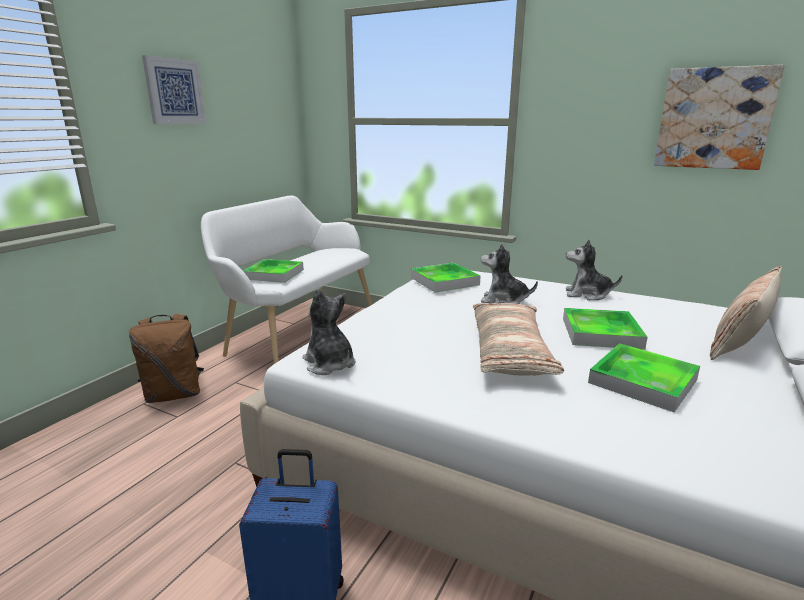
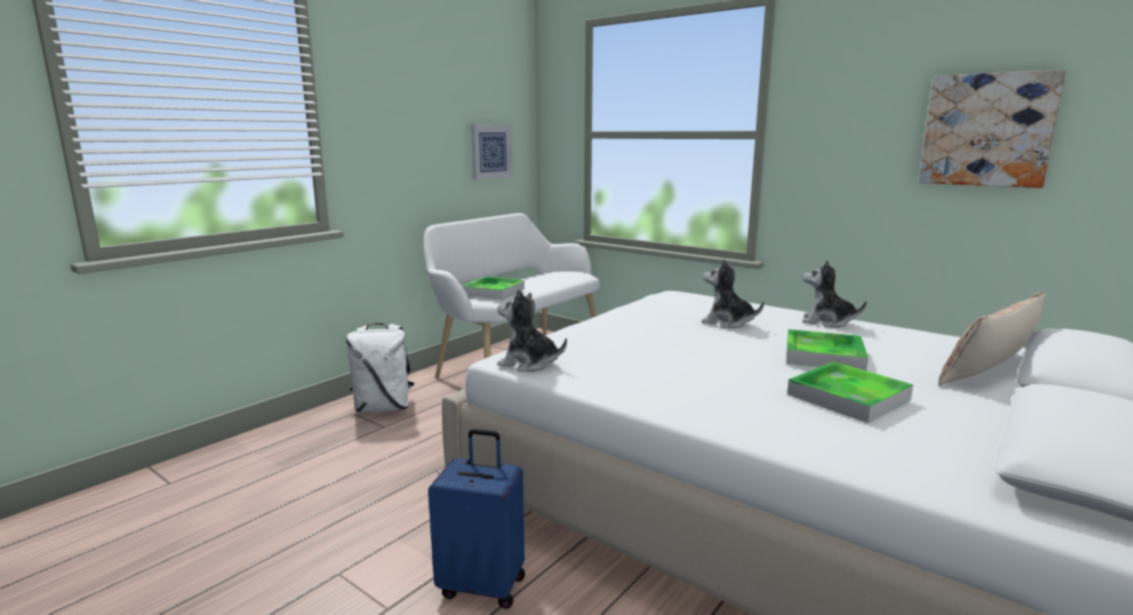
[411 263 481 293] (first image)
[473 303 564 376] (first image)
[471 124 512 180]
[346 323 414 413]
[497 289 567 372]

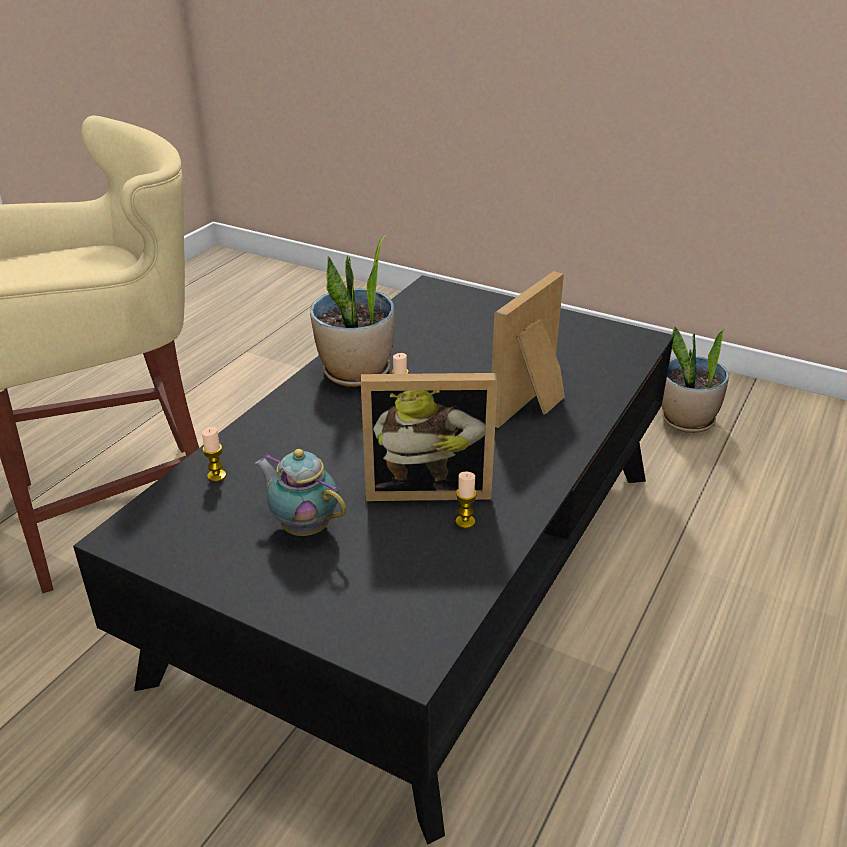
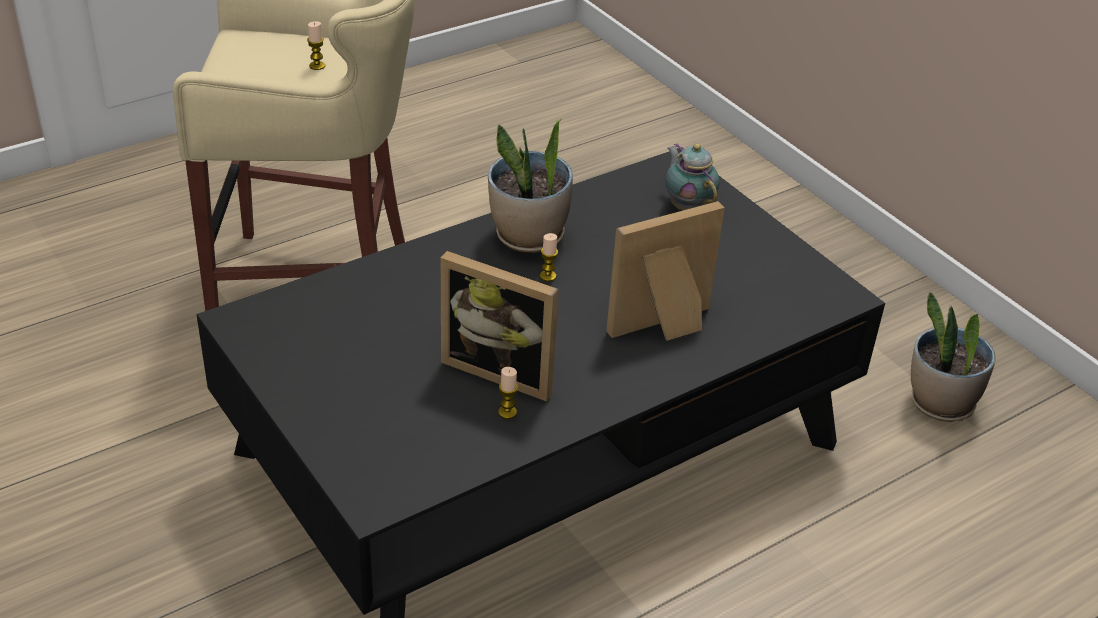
[307 21 325 70]
[665 144 719 210]

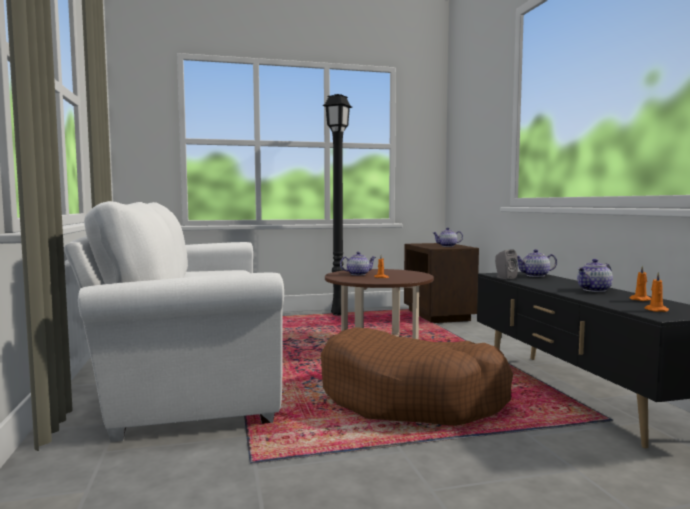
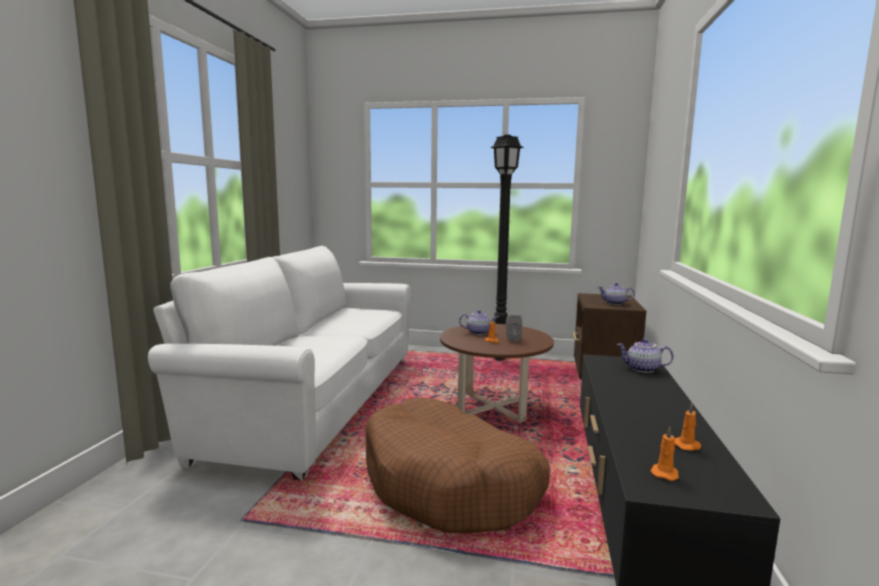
[577 259 613 292] (first image)
[506 315 522 341]

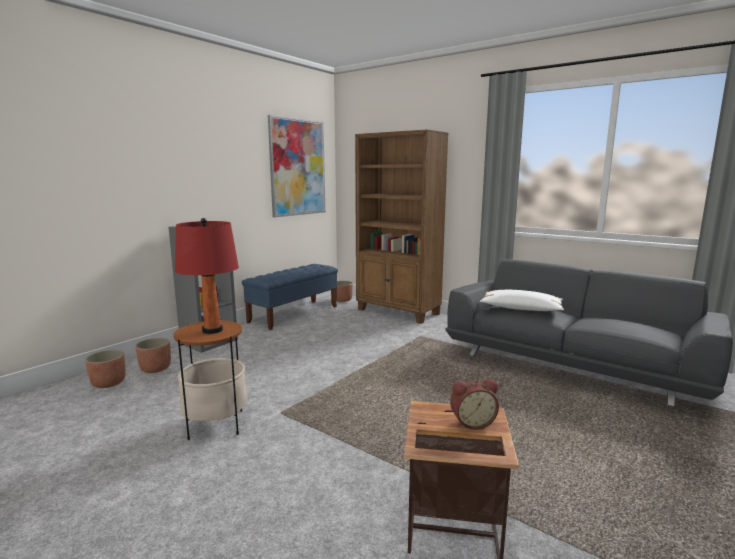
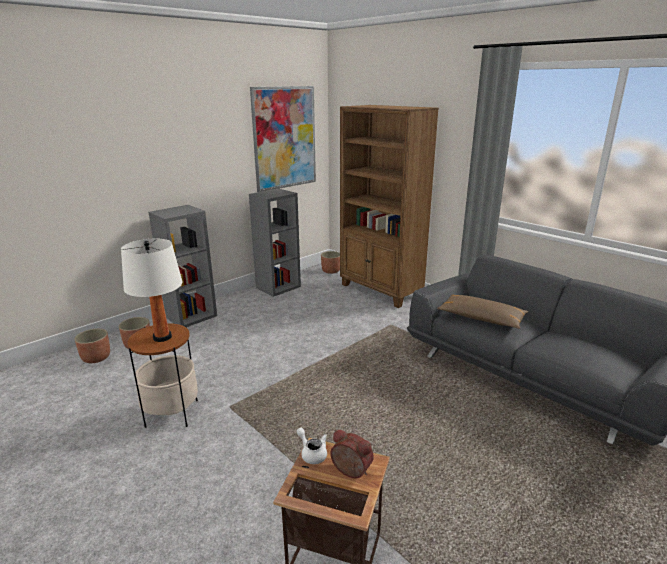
[297 428 327 464]
[249 188 301 297]
[121 239 183 342]
[437 295 528 329]
[330 430 374 478]

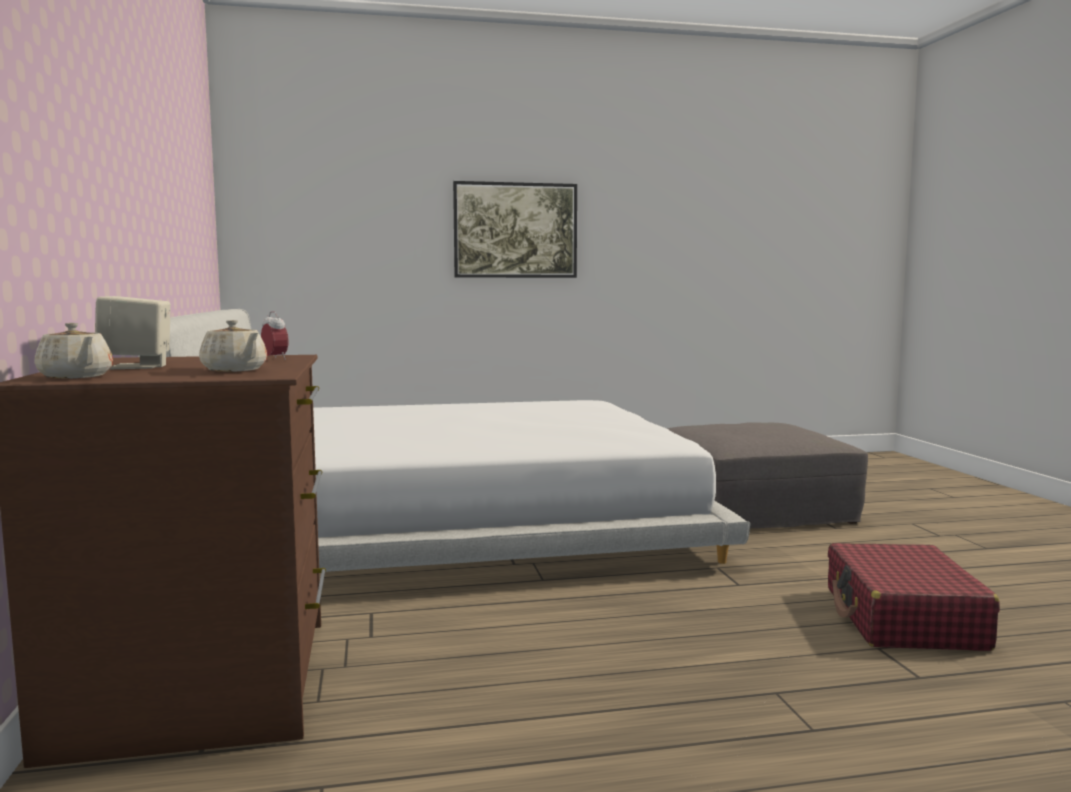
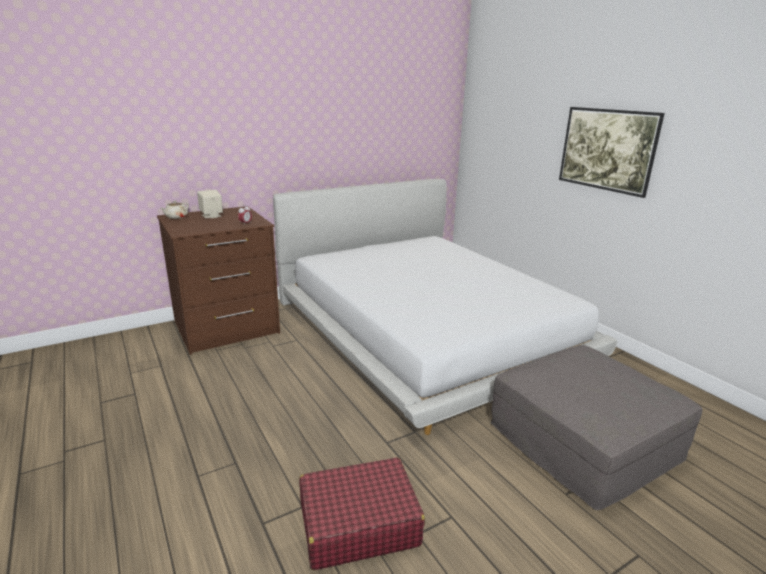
[199 320 267 372] (first image)

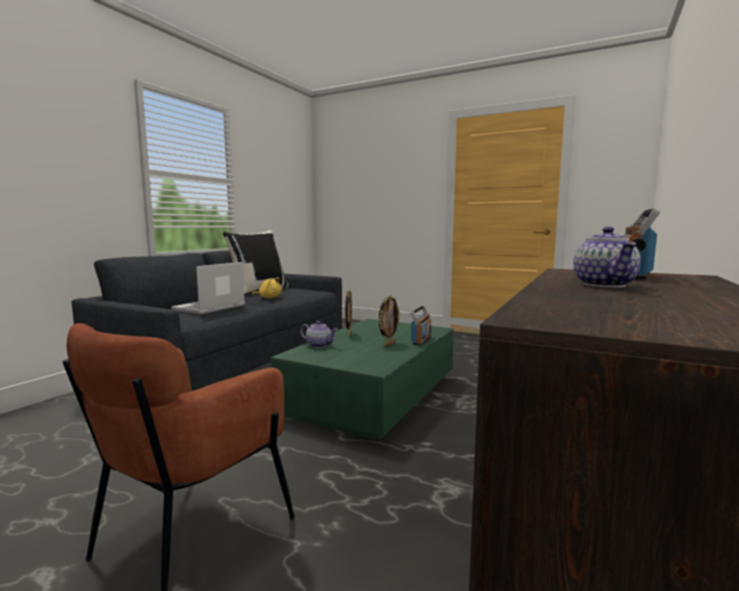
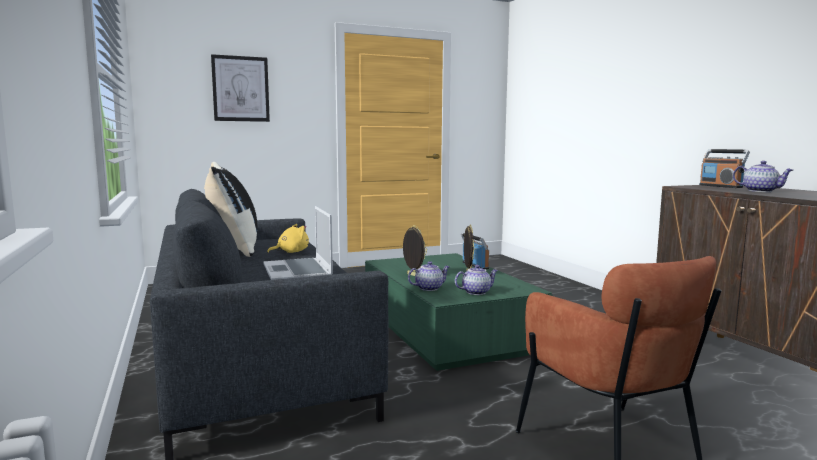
[211 54 270 122]
[455 265 498 295]

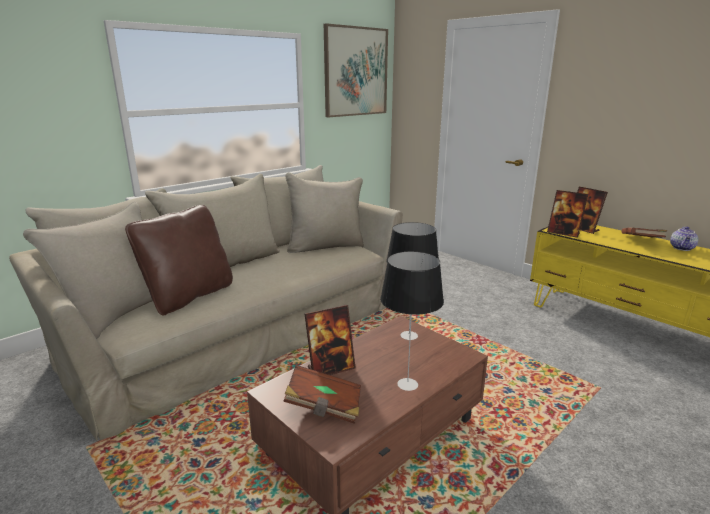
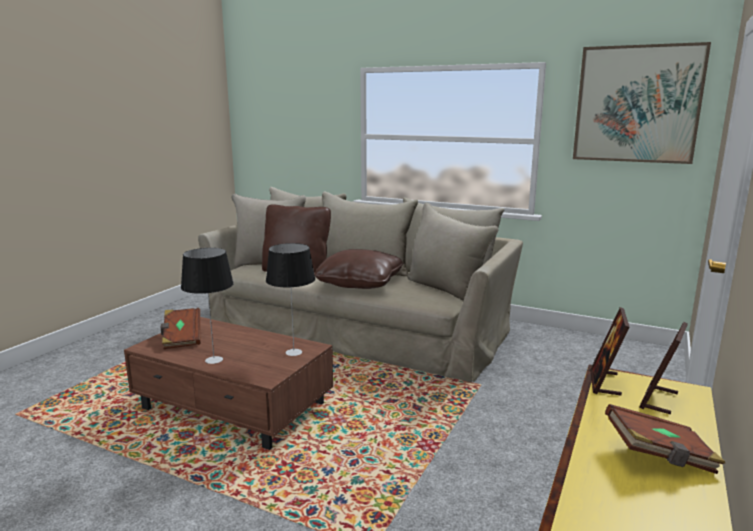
[304 305 356 375] (first image)
[670 227 698 251] (first image)
[314 249 403 289]

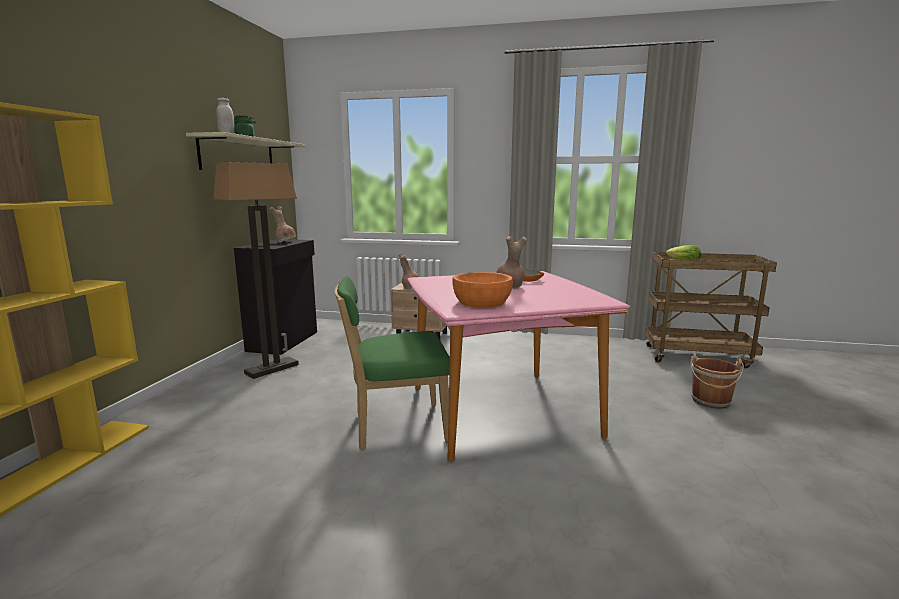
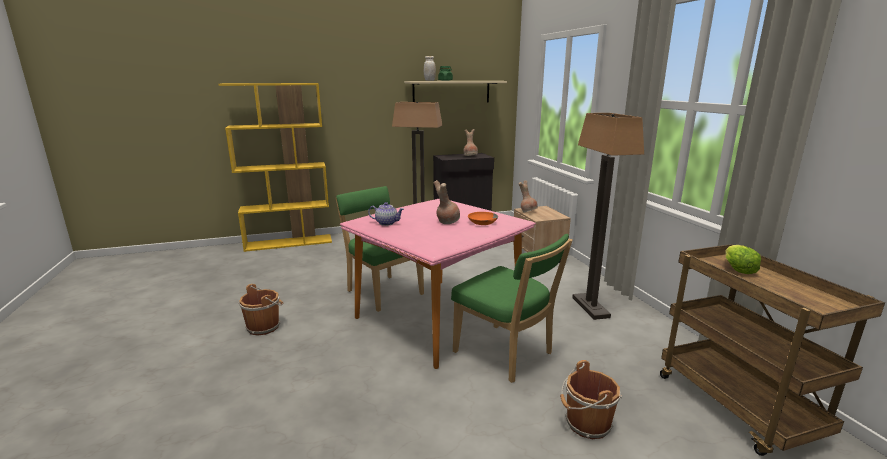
[238 284 283 336]
[451 234 572 383]
[572 113 644 320]
[368 202 404 226]

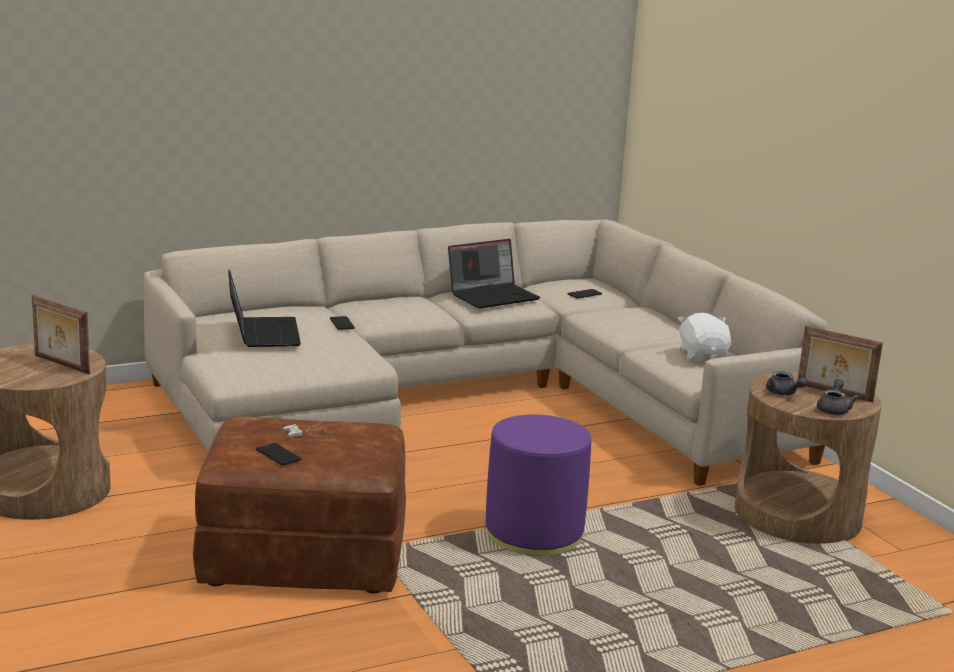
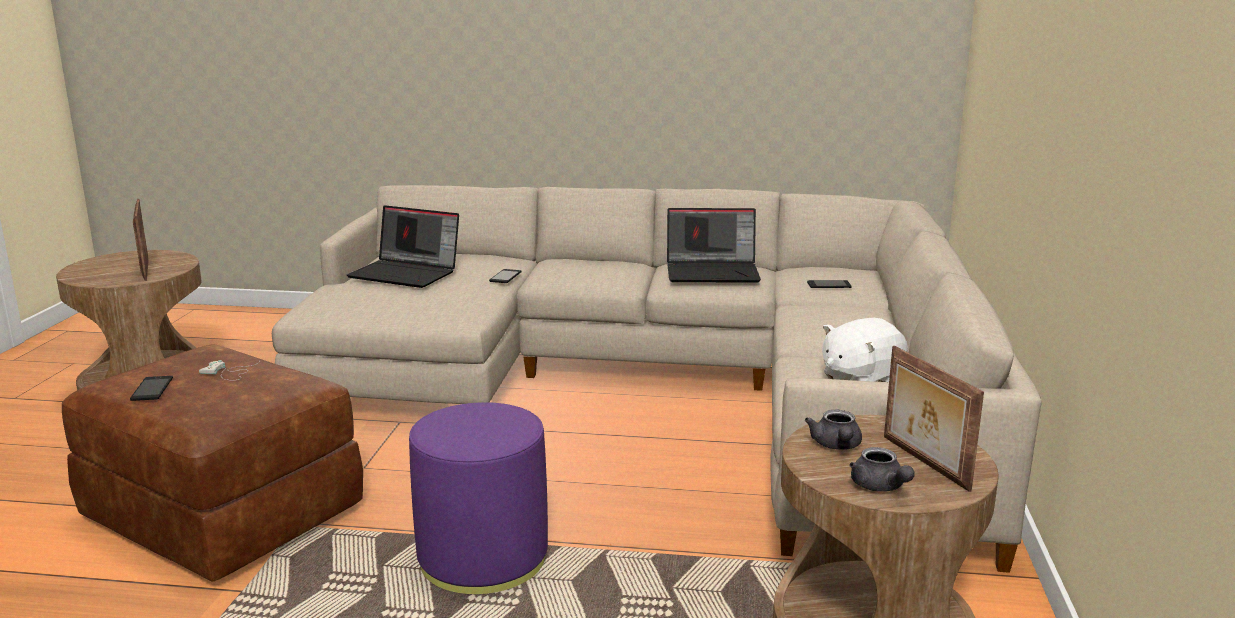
[347 205 459 288]
[822 318 908 382]
[849 447 915 492]

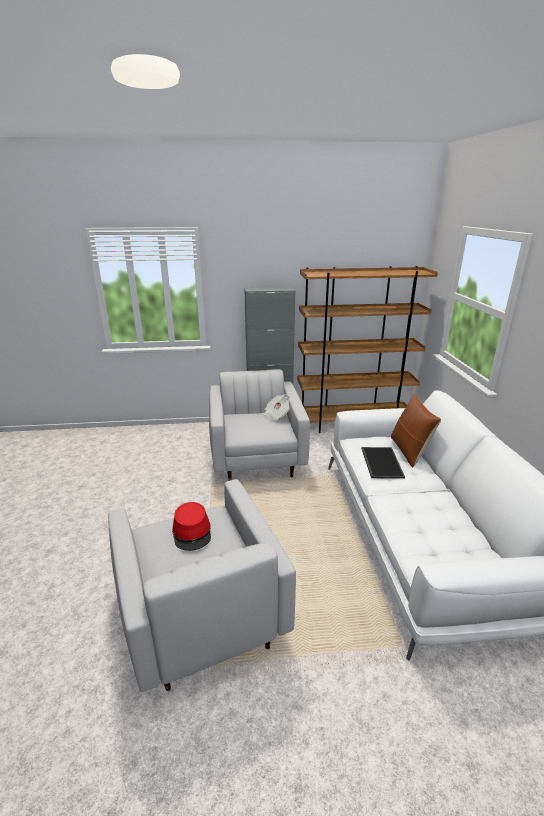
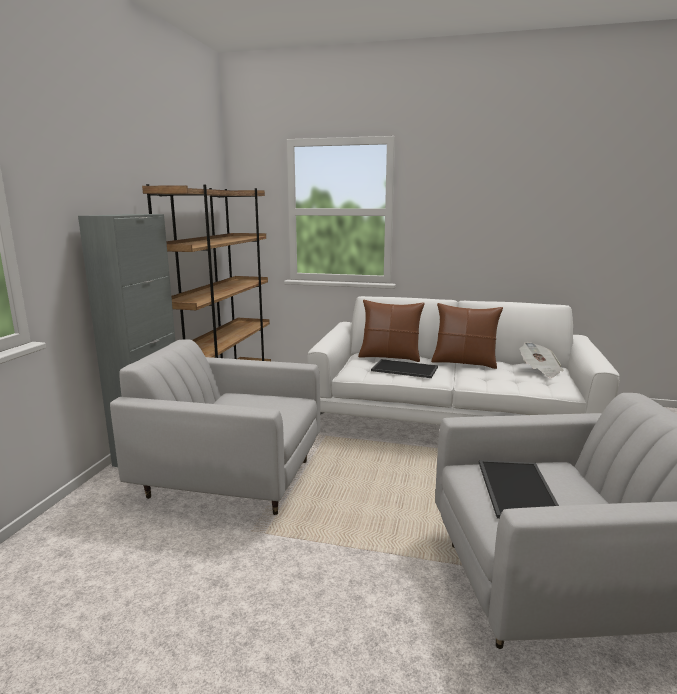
[431 303 503 369]
[519 342 563 378]
[479 460 559 519]

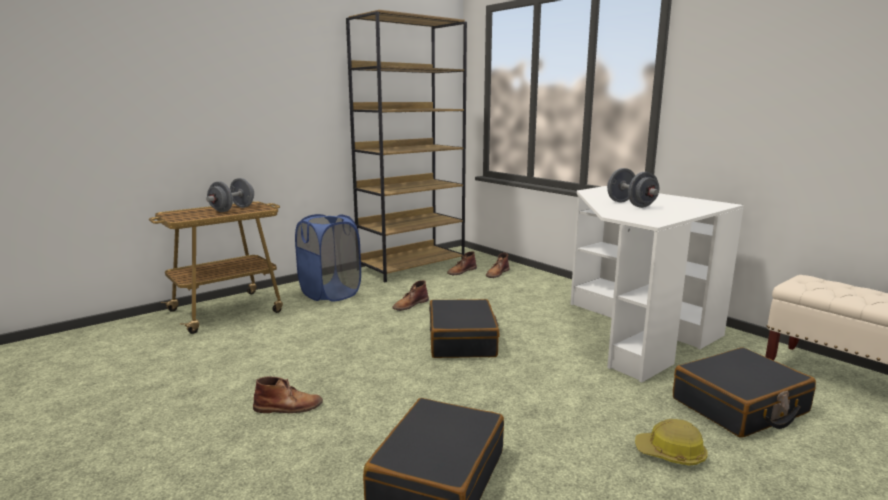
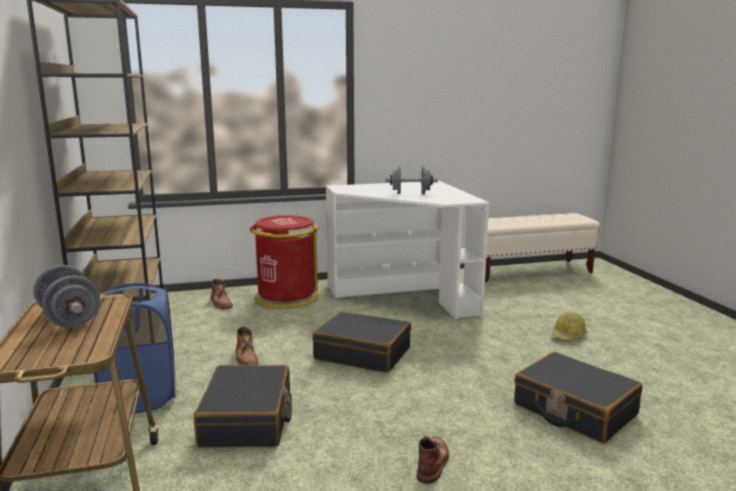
[447 251 477 275] (first image)
[250 215 319 308]
[194 365 292 447]

